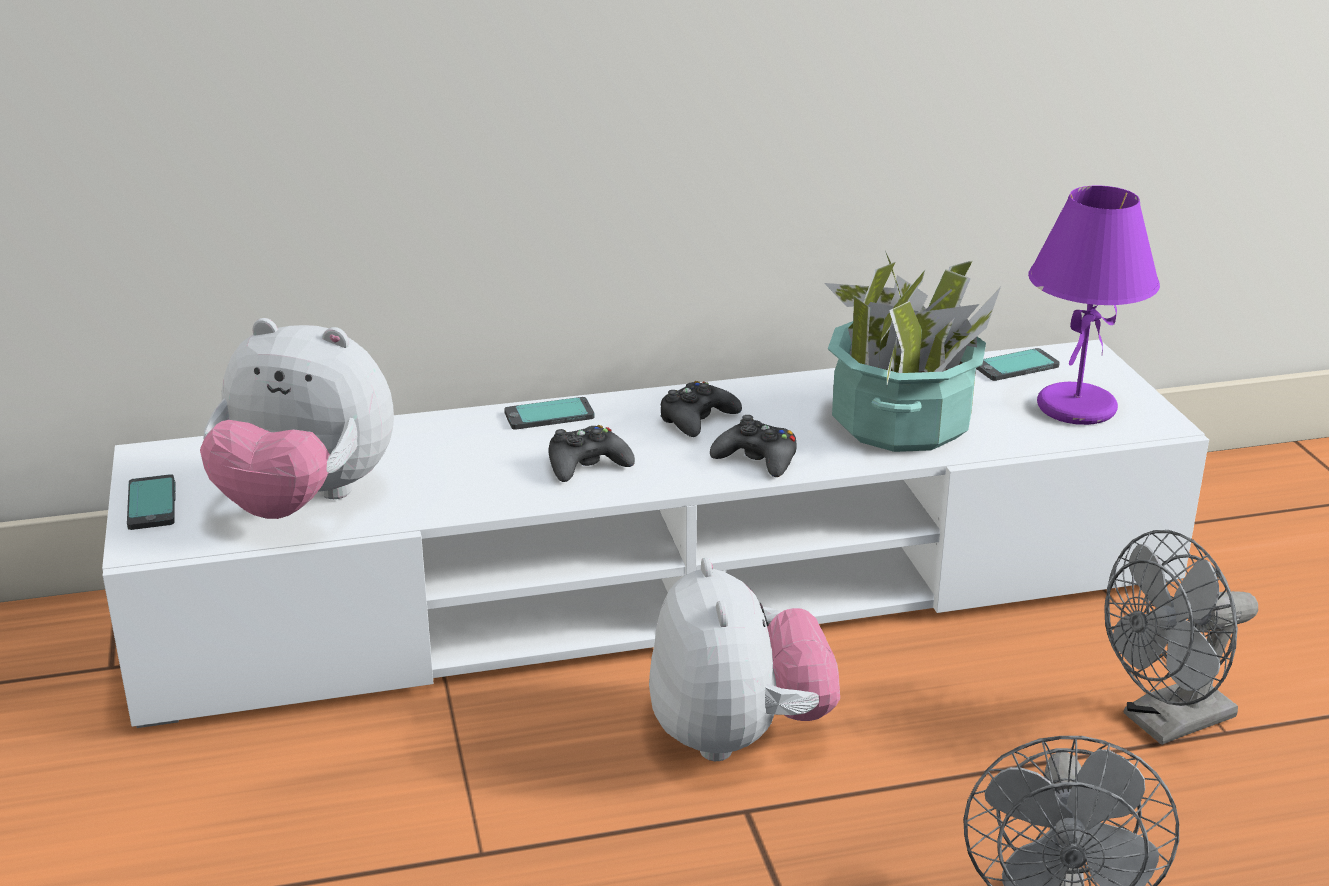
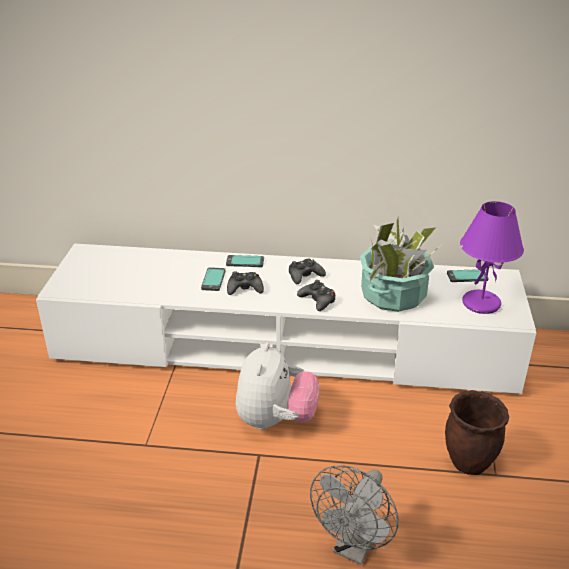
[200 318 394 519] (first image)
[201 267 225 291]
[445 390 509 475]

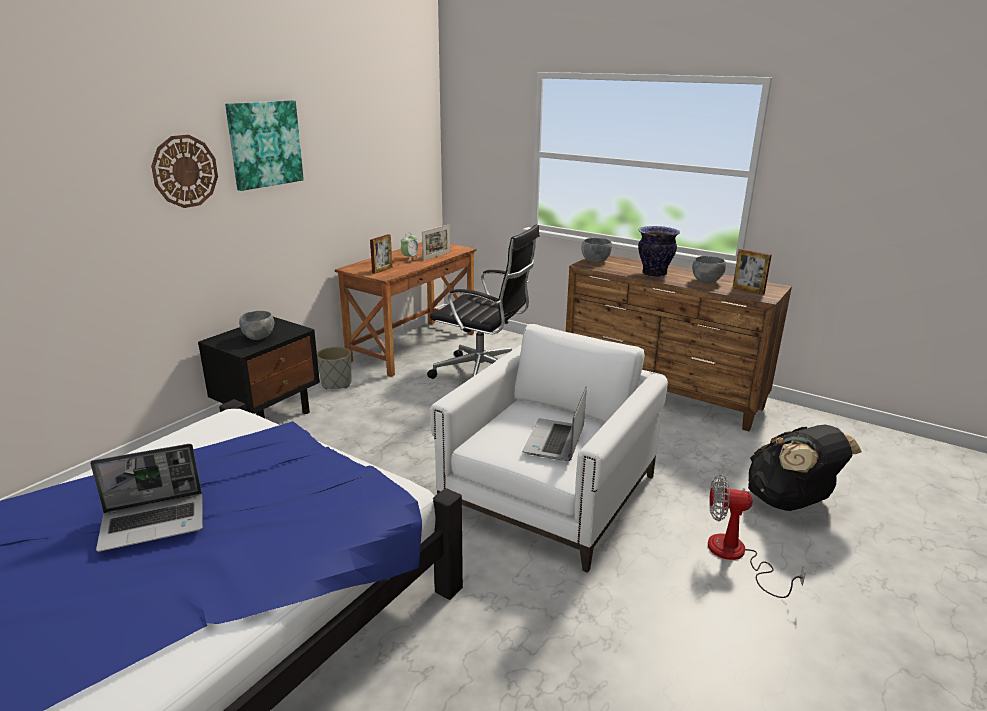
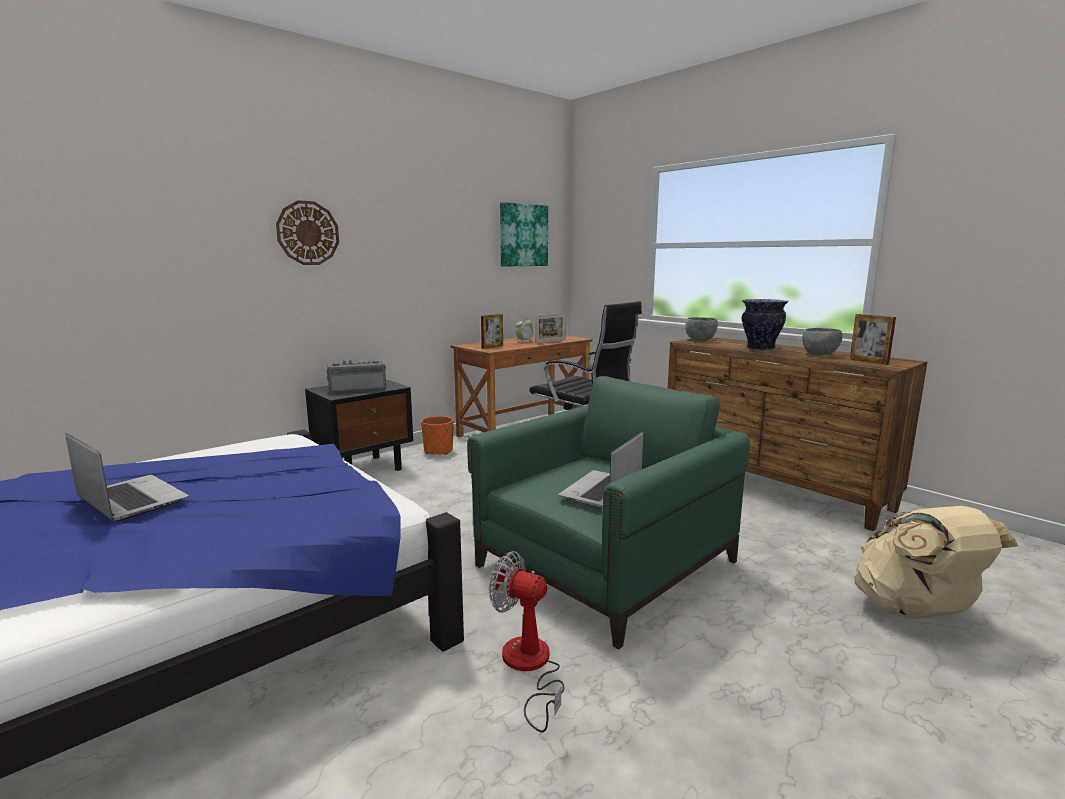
[500 202 548 266]
[489 551 564 733]
[326 360 386 393]
[421 416 453 455]
[467 376 750 650]
[855 506 1018 619]
[66 433 189 522]

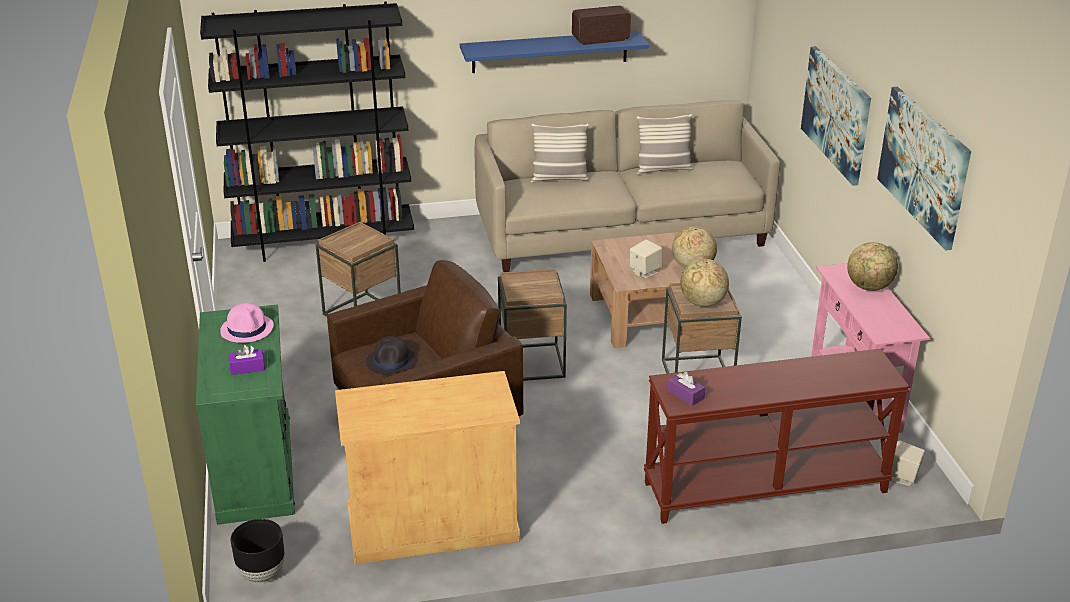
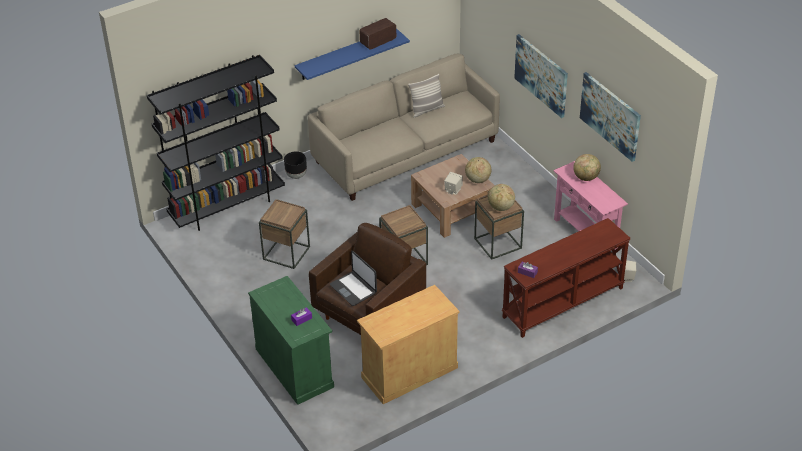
[220 303 274 343] (first image)
[531 124 589 183] (first image)
[284 151 307 179]
[330 251 377 306]

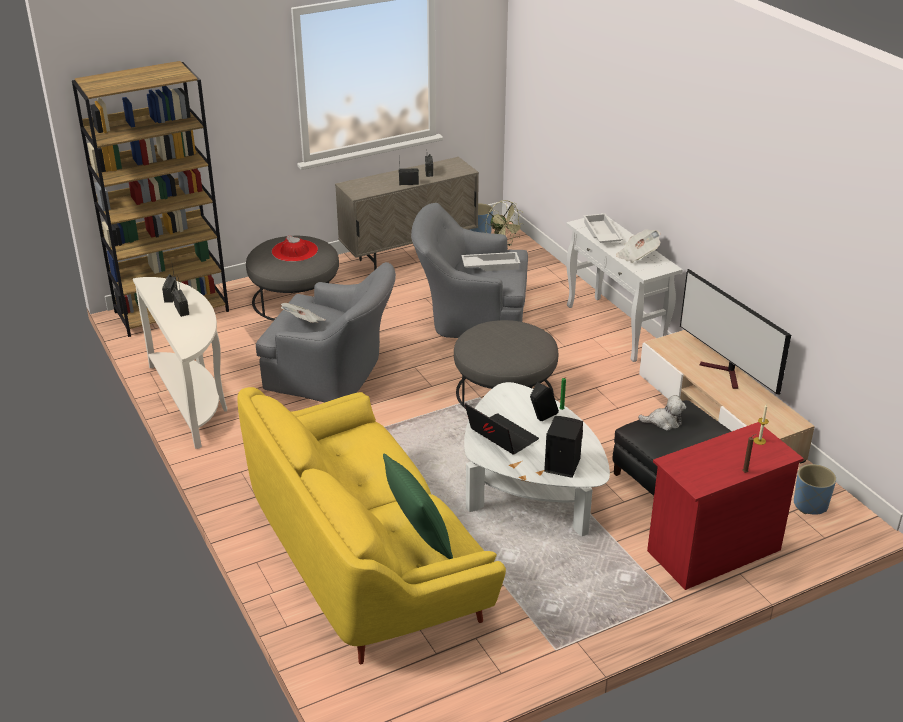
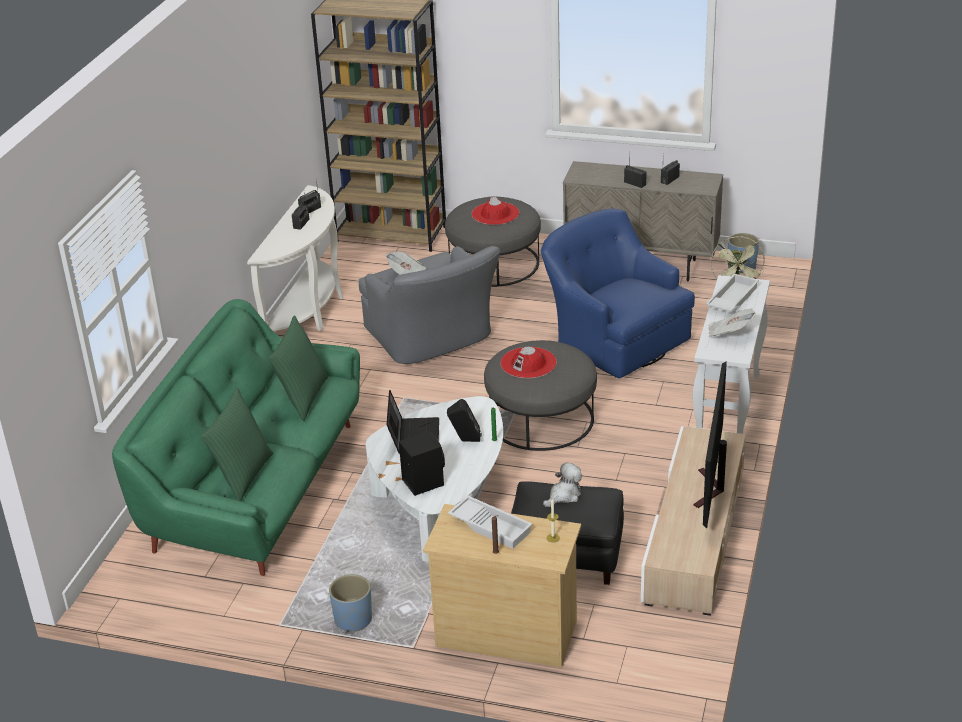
[269 315 328 421]
[501 347 557 378]
[448 495 533 549]
[329 574 372 632]
[112 299 360 576]
[541 209 695 378]
[423 504 581 668]
[543 462 582 507]

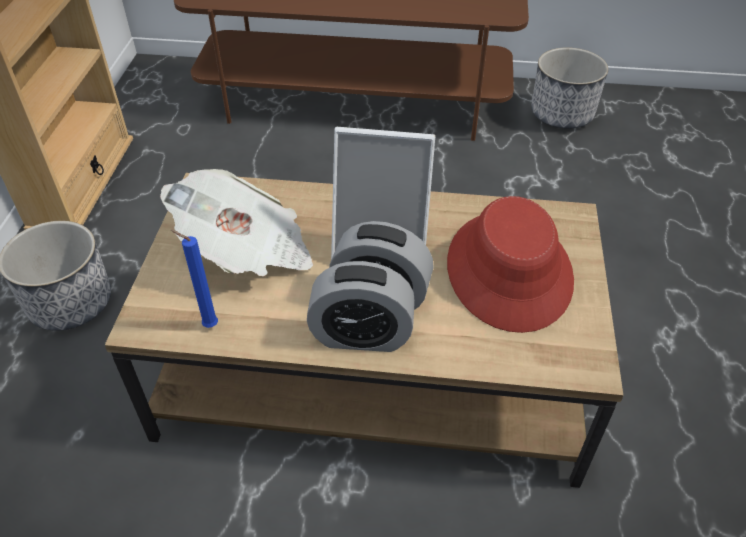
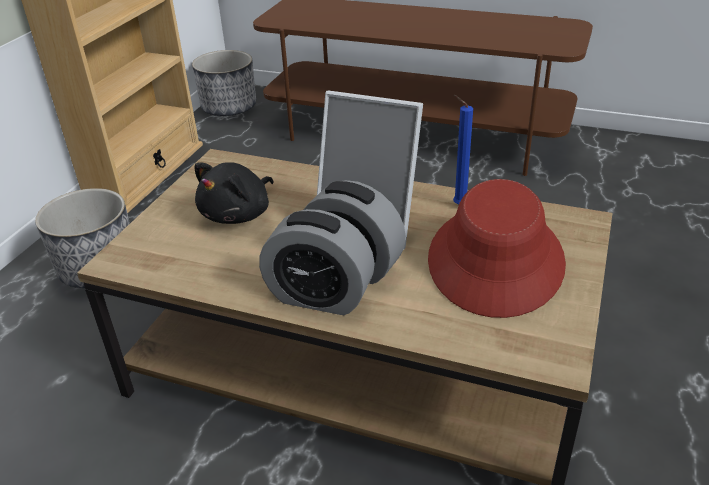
[453 95 473 205]
[192 50 256 116]
[195 162 273 224]

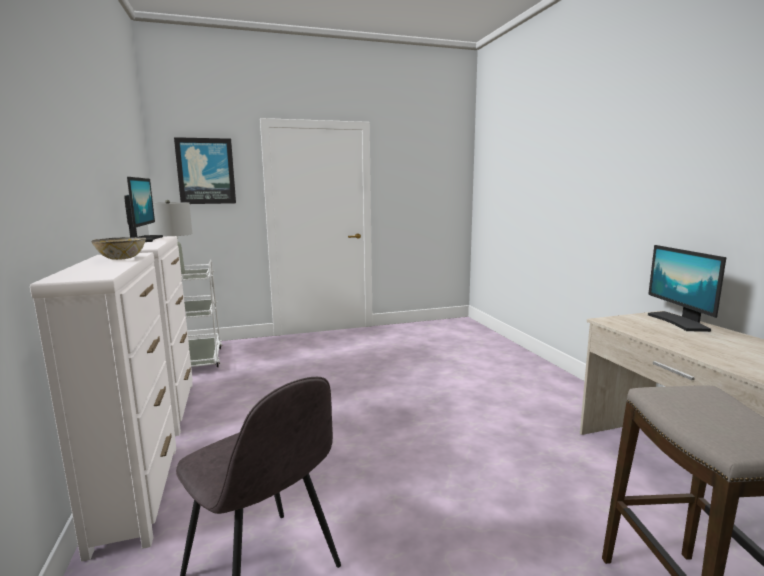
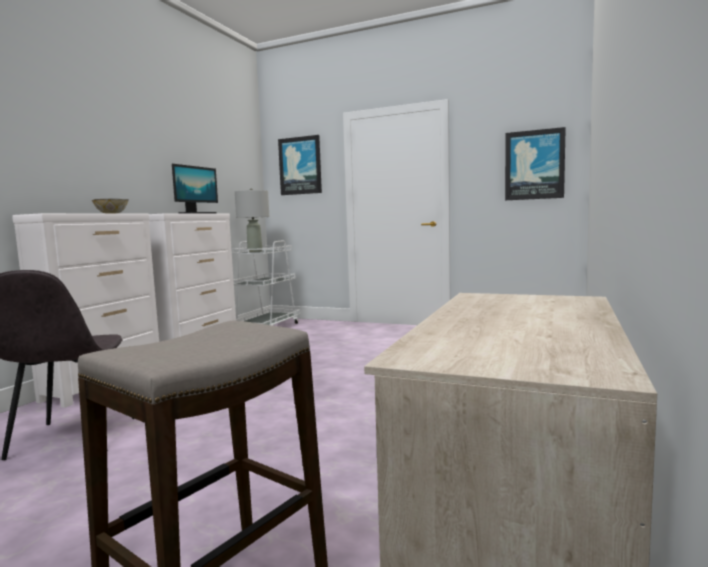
[648 245 726 332] (first image)
[505 127 566 200]

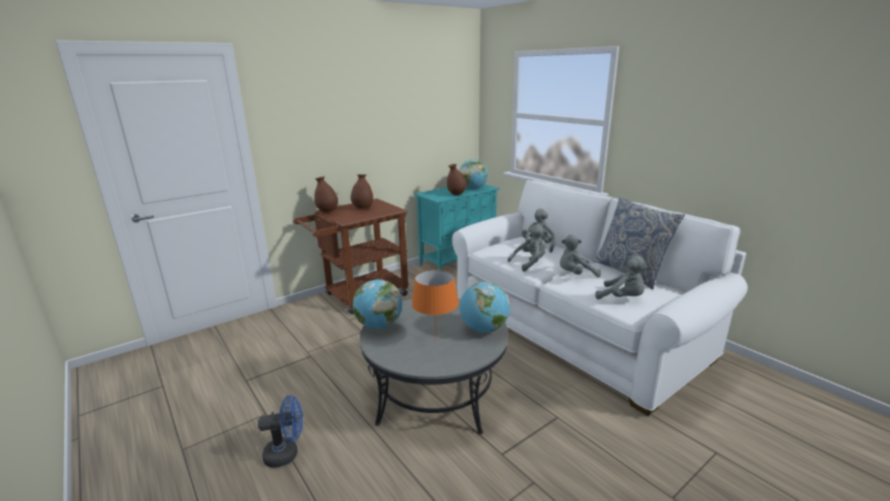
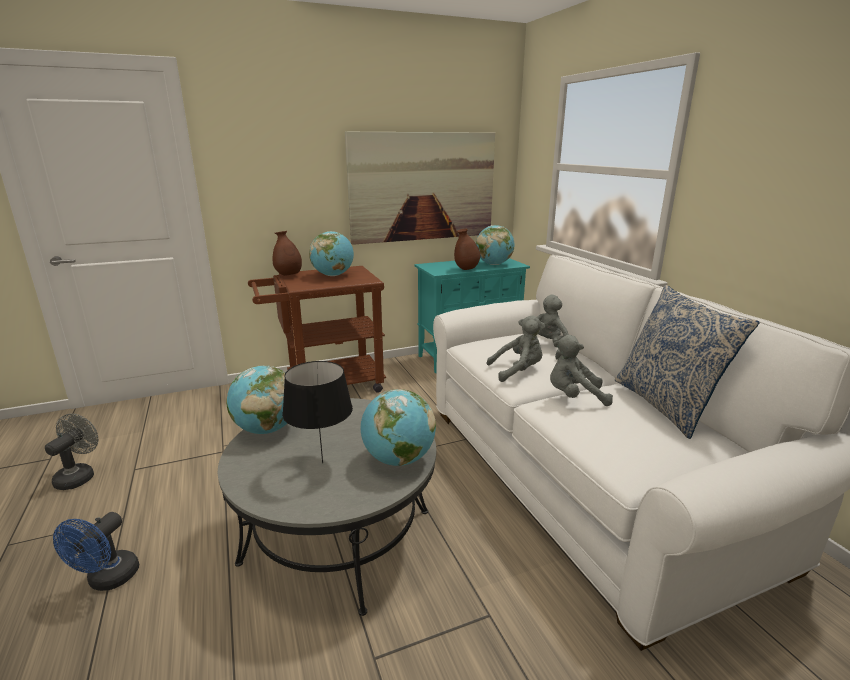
[595 256 647 299] (first image)
[45 414 99 490]
[345 131 495 245]
[309 231 354 276]
[282 361 353 463]
[53 512 139 591]

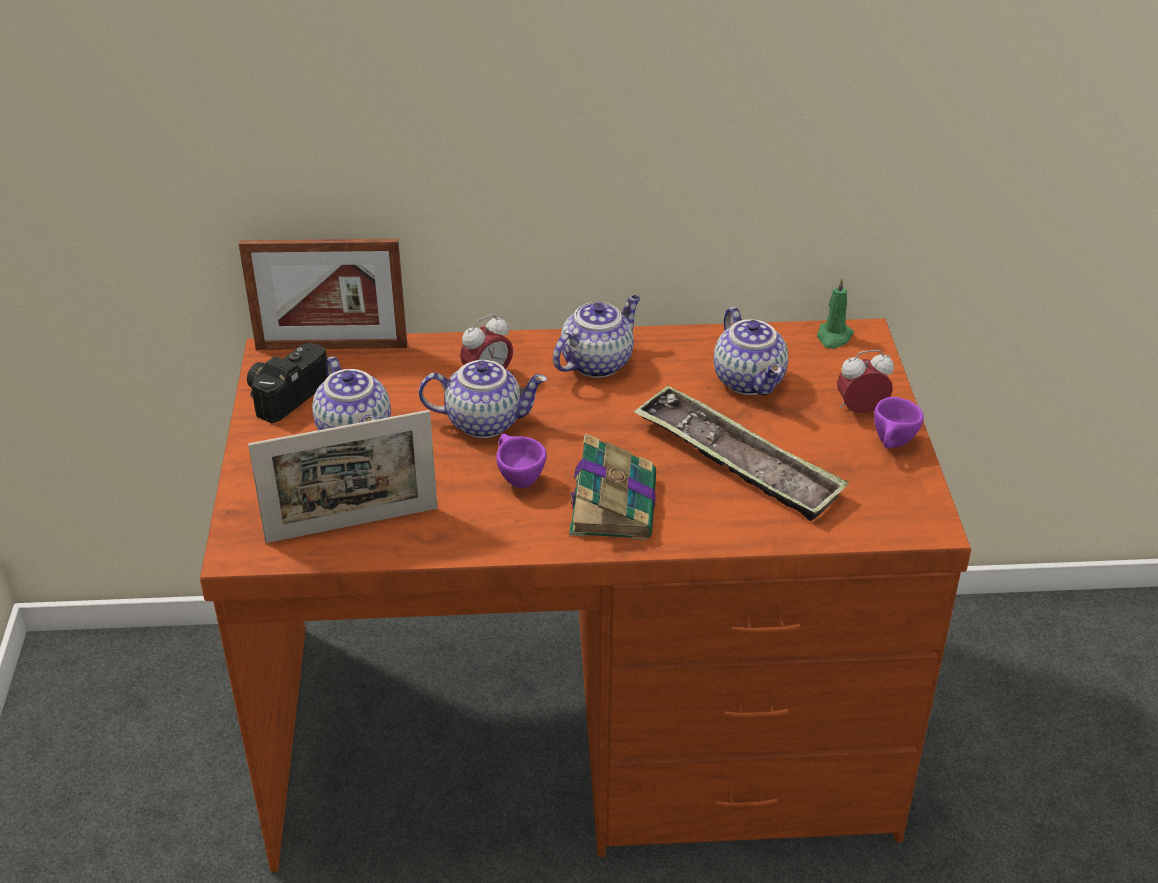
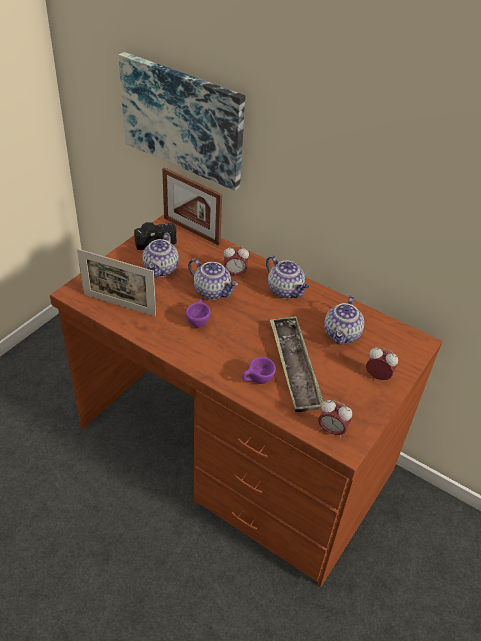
[569 434 656 540] (first image)
[817 278 854 349] (first image)
[118 52 245 191]
[318 400 352 439]
[242 357 276 384]
[266 256 309 299]

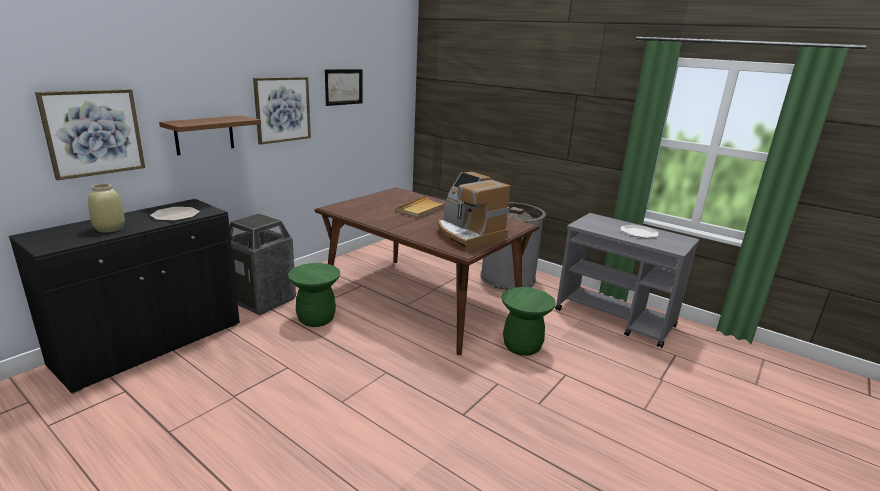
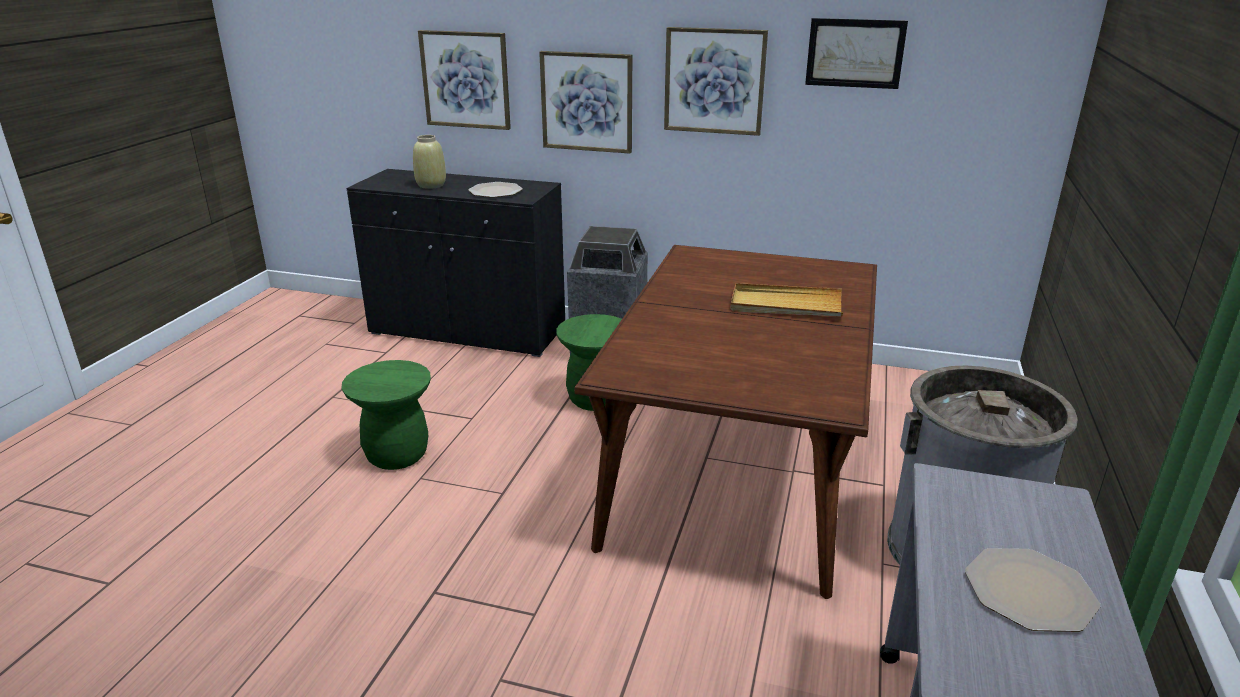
[438 172 511 250] (first image)
[342 360 431 470]
[539 51 632 153]

